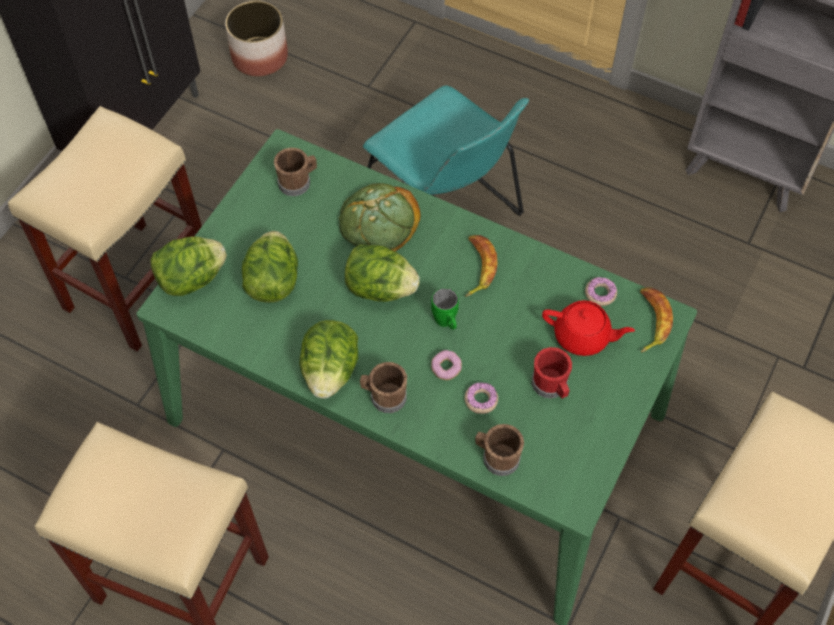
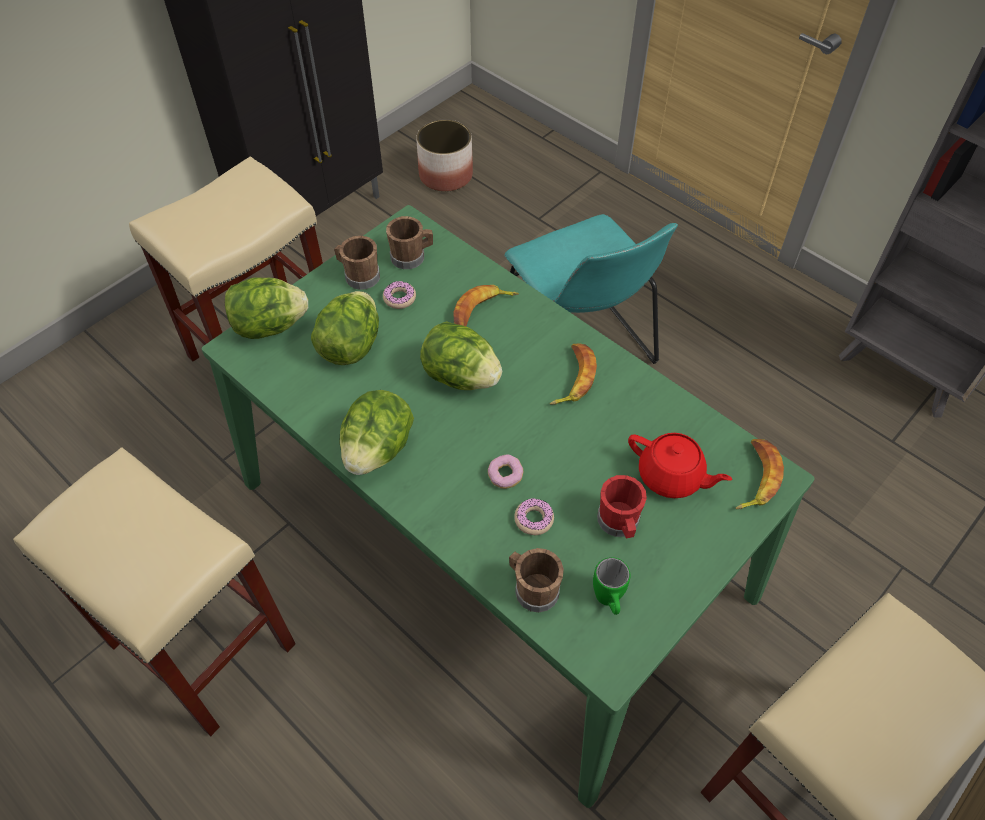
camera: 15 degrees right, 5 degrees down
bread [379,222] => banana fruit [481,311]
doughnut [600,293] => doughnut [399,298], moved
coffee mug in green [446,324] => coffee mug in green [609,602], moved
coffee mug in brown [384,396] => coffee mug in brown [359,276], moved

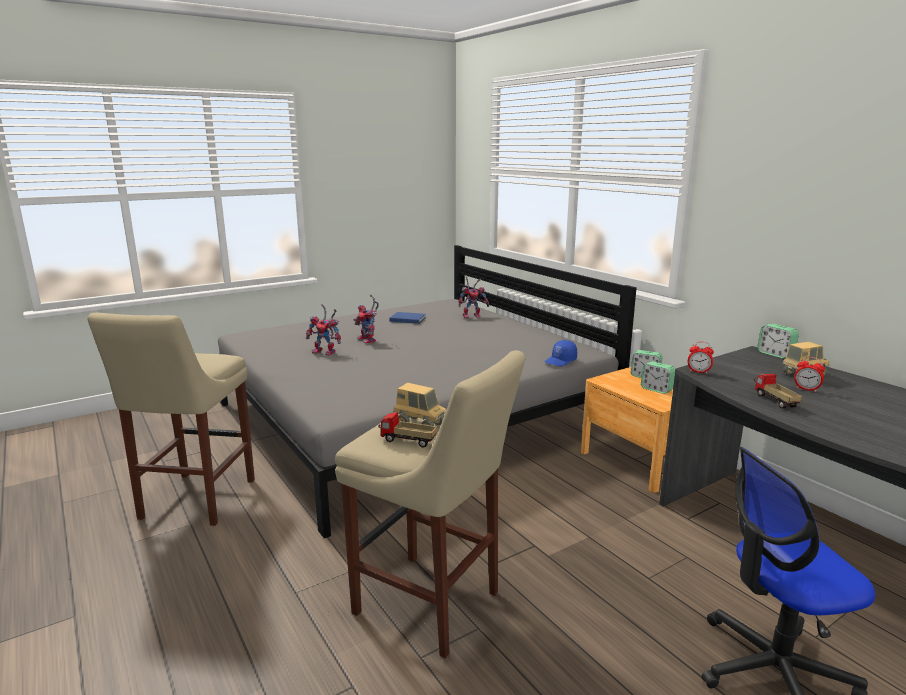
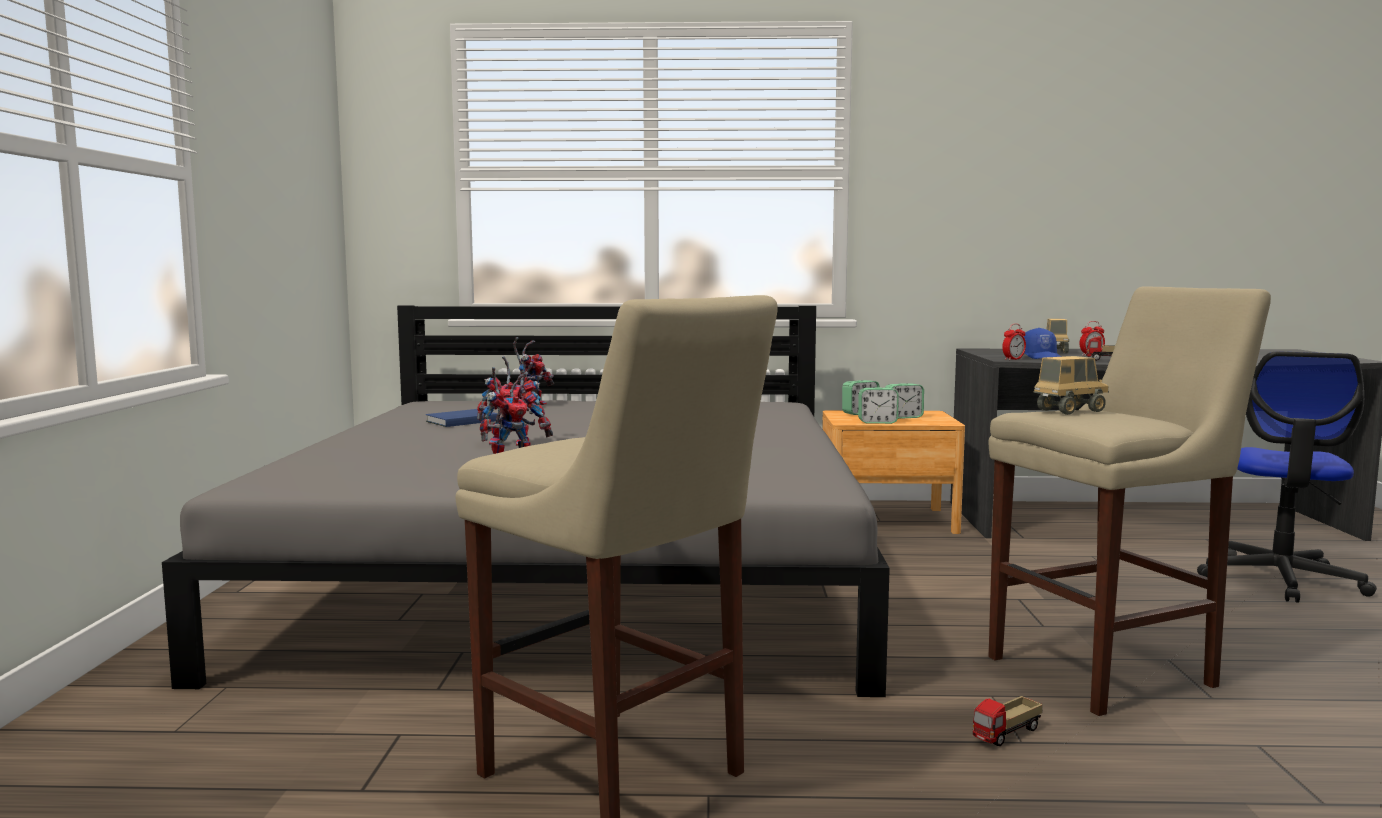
camera: 55 degrees left, 10 degrees down
bedside clock [775,354] => bedside clock [877,422], moved
cap in bluish [561,361] => cap in bluish [1042,357], moved
toy lorry [407,441] => toy lorry [1007,734], moved

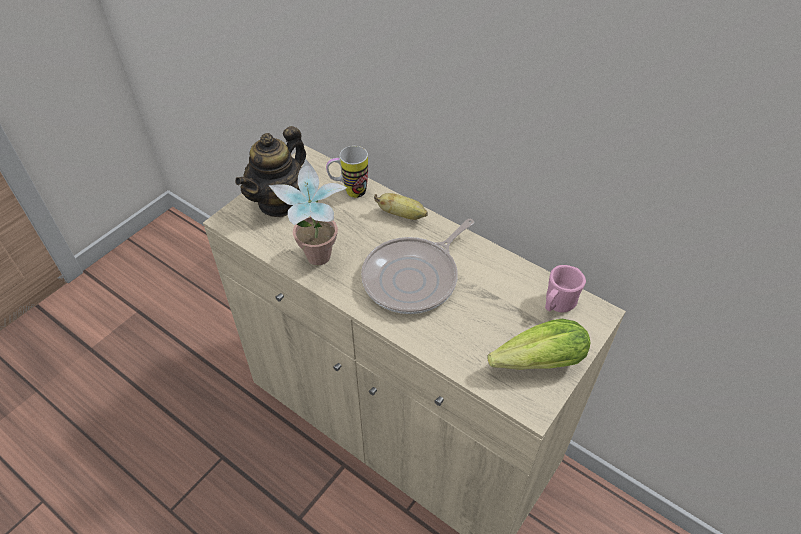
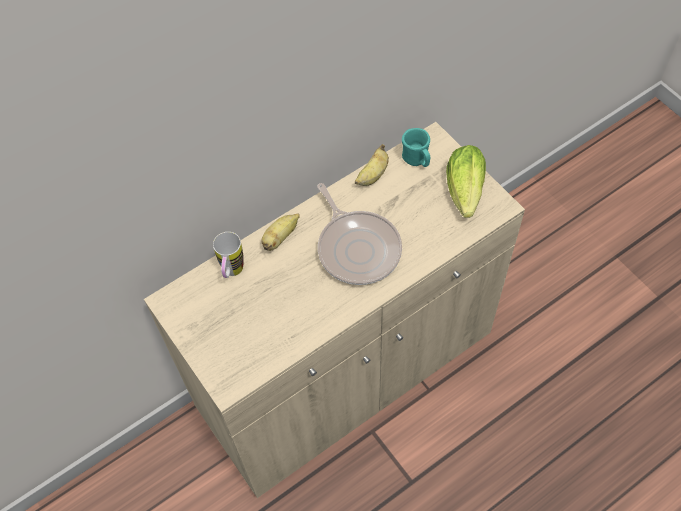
camera: 70 degrees left, 10 degrees up
tea pot [279,202] => nothing
plant in a pot [318,263] => nothing
coffee mug in pinkish [557,305] => coffee mug in turquoise [417,160]
nothing => banana fruit [372,175]

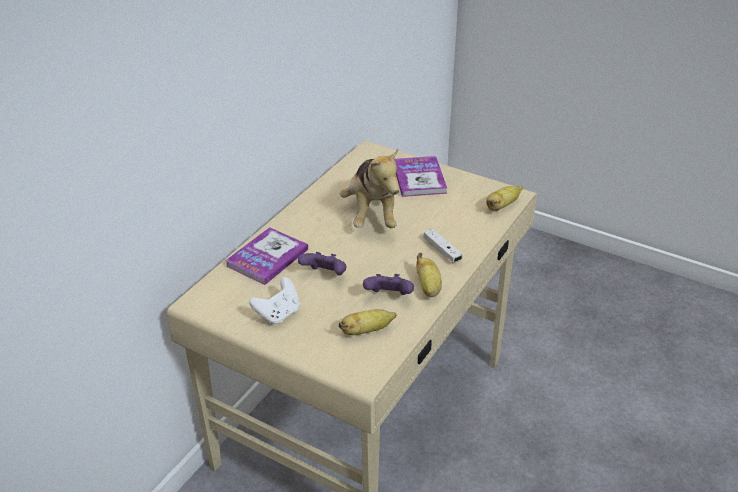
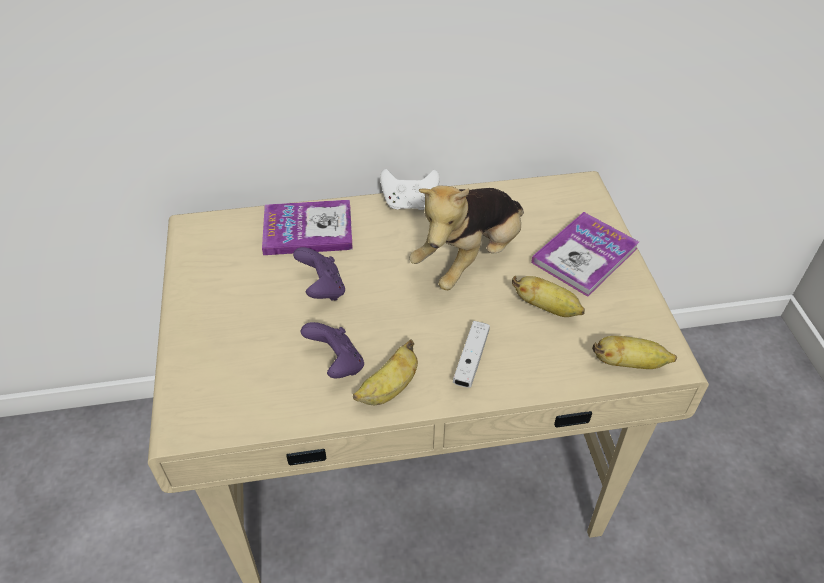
camera: 50 degrees right, 10 degrees up
game controller in white [278,314] => game controller in white [409,203], moved
banana fruit [366,331] => banana fruit [547,308], moved

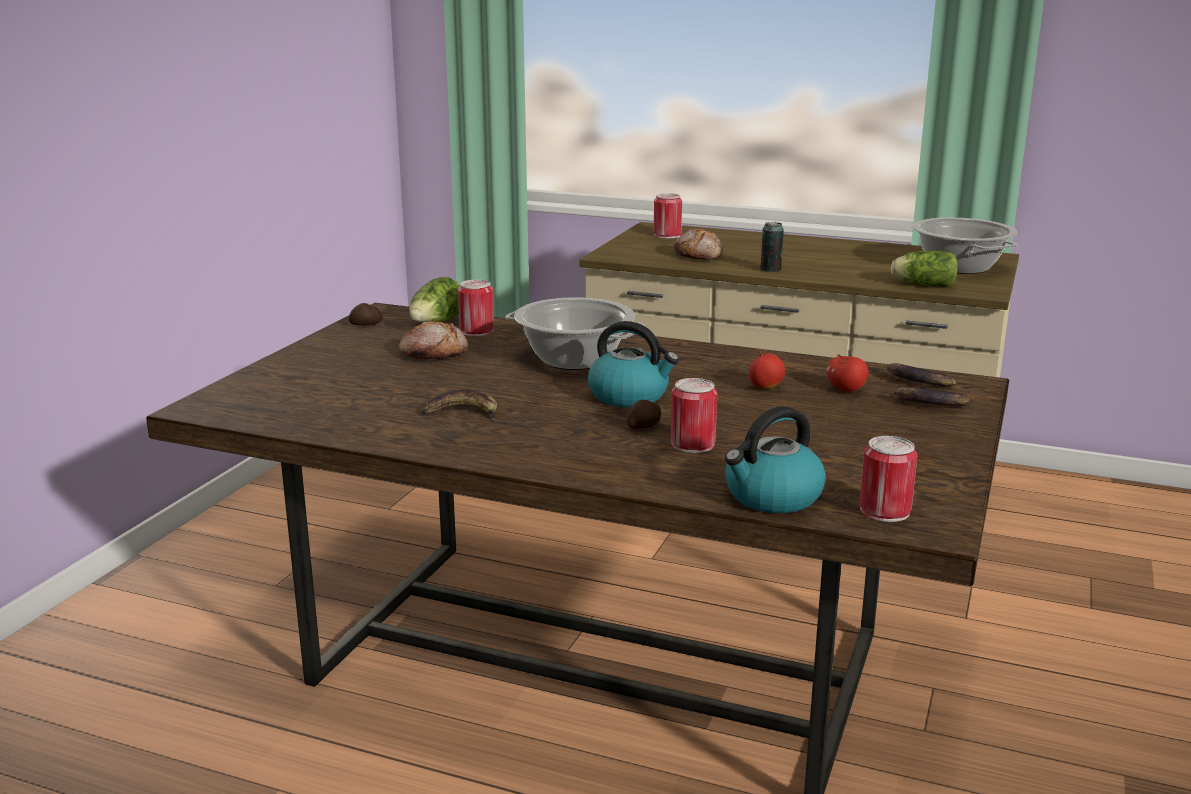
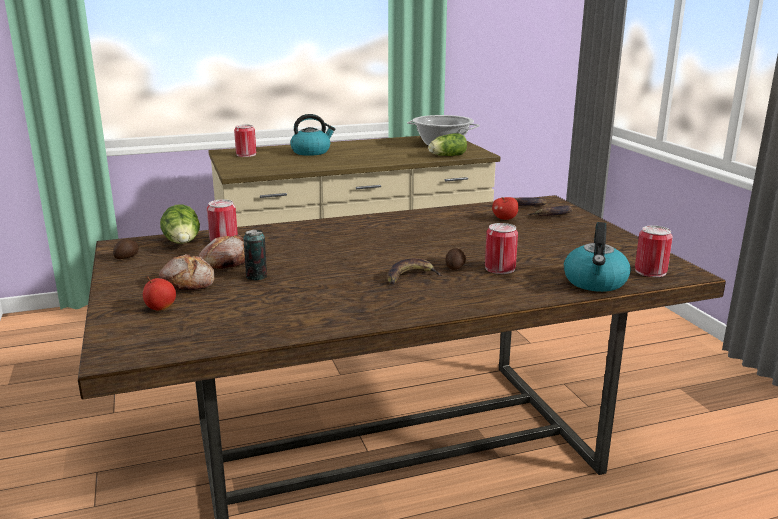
camera: 40 degrees left, 0 degrees up
sealed can [770,269] => sealed can [256,277], moved
bread [699,255] => bread [188,283], moved
cooking pot [575,359] => nothing
kettle [630,396] => kettle [311,152], moved
whole apple [765,387] => whole apple [160,308], moved
banana fruit [463,413] => banana fruit [410,276], moved

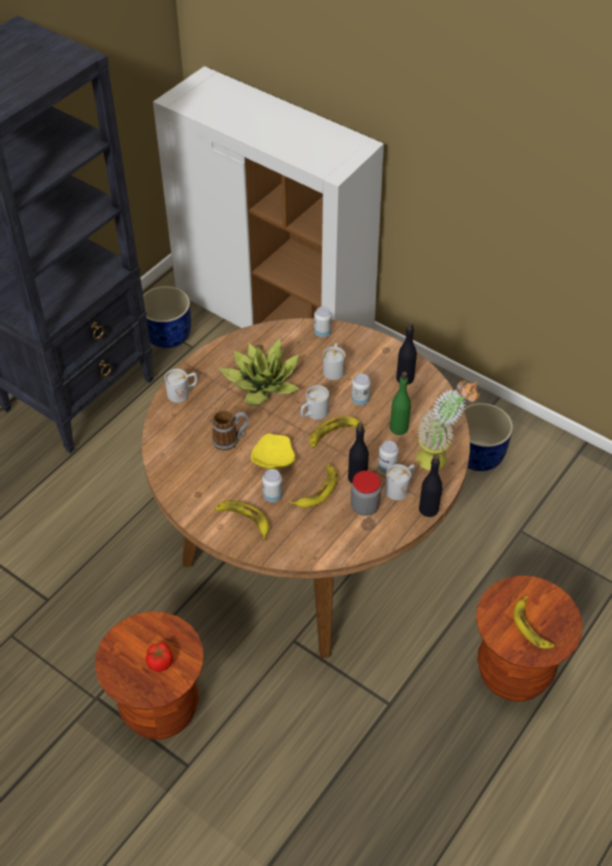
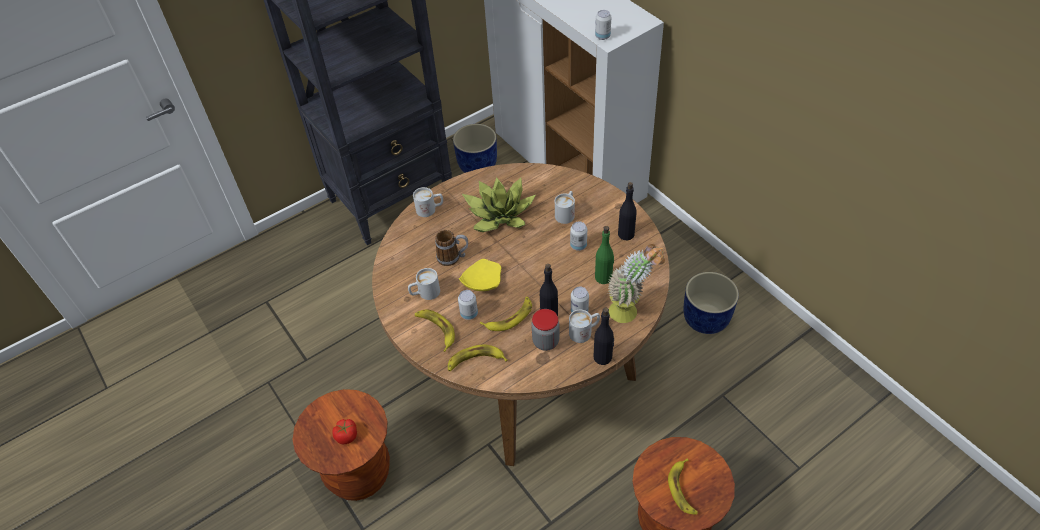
camera: 20 degrees right, 0 degrees up
sealed can [322,333] => sealed can [602,36], moved
coffee mug in white [313,414] => coffee mug in white [425,293], moved
banana fruit [333,434] => banana fruit [475,361], moved

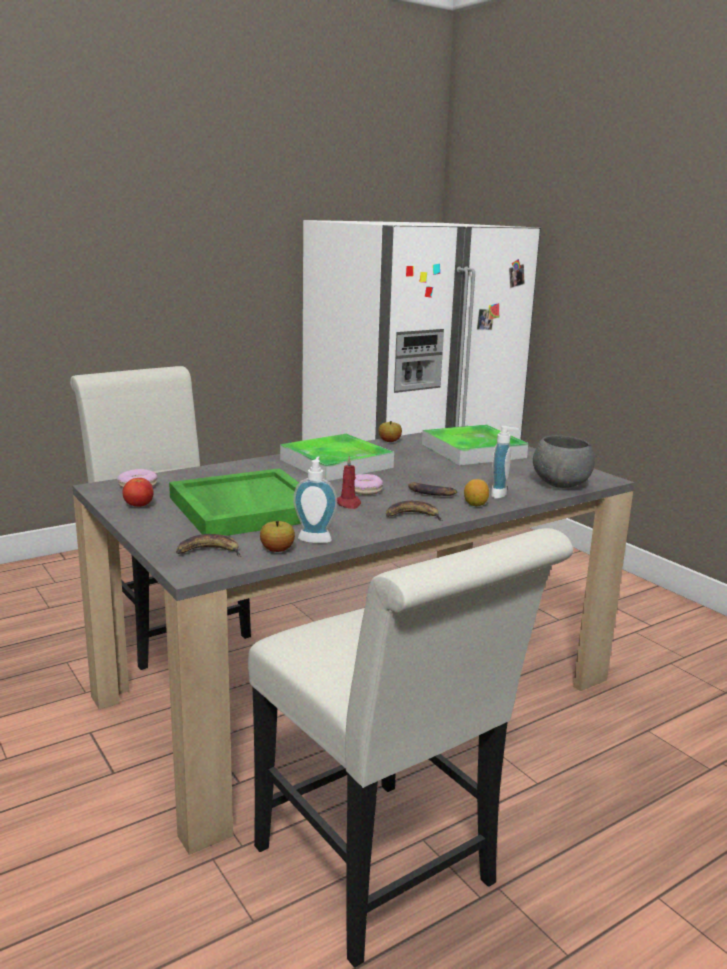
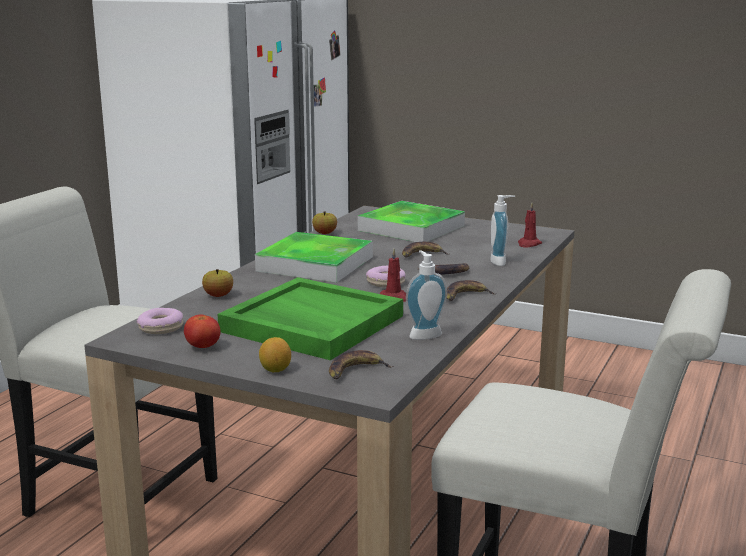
camera: 30 degrees left, 0 degrees up
deep dish in grey [560,485] => candle in red [528,244]
whole lemon [475,504] => whole lemon [275,370], moved
whole apple [277,550] => whole apple [218,295], moved
nothing => banana fruit [422,255]

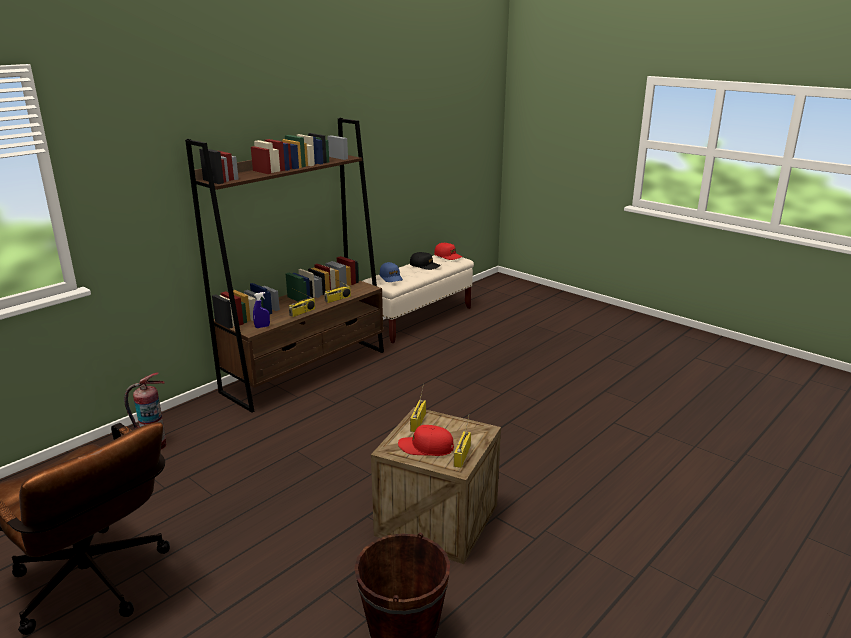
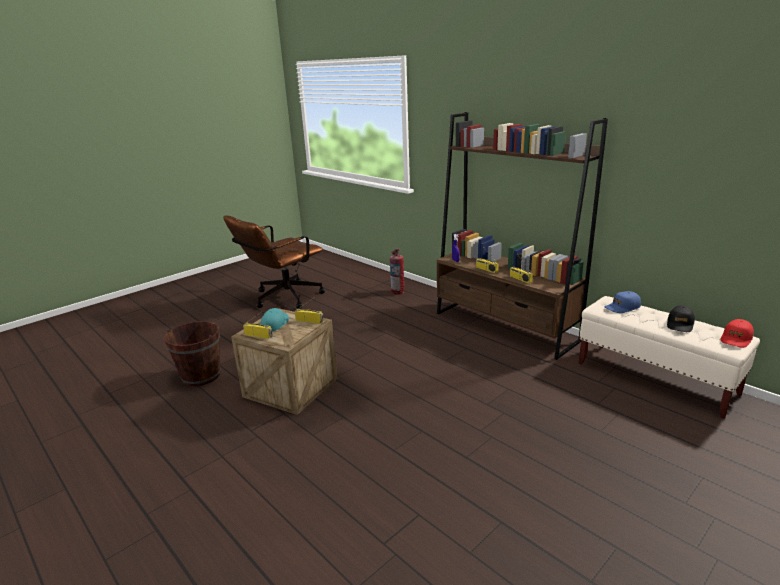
camera: 95 degrees right, 0 degrees up
cap in red [426,447] => cap in turquoise [275,324]

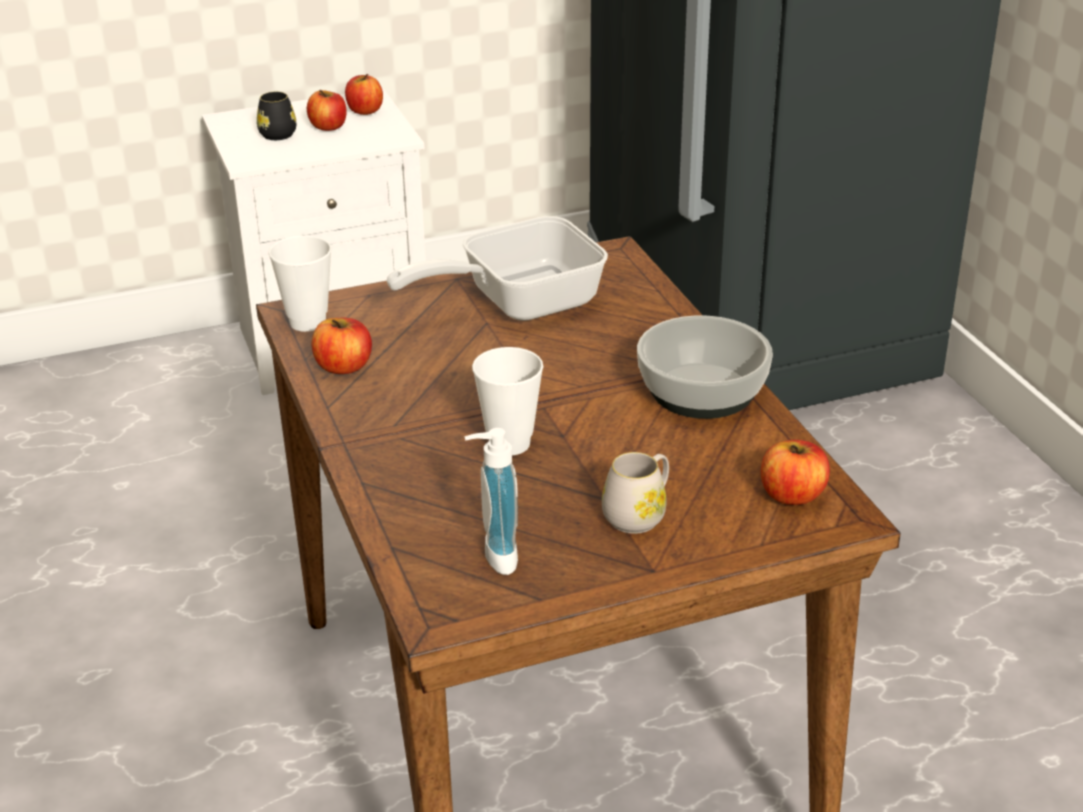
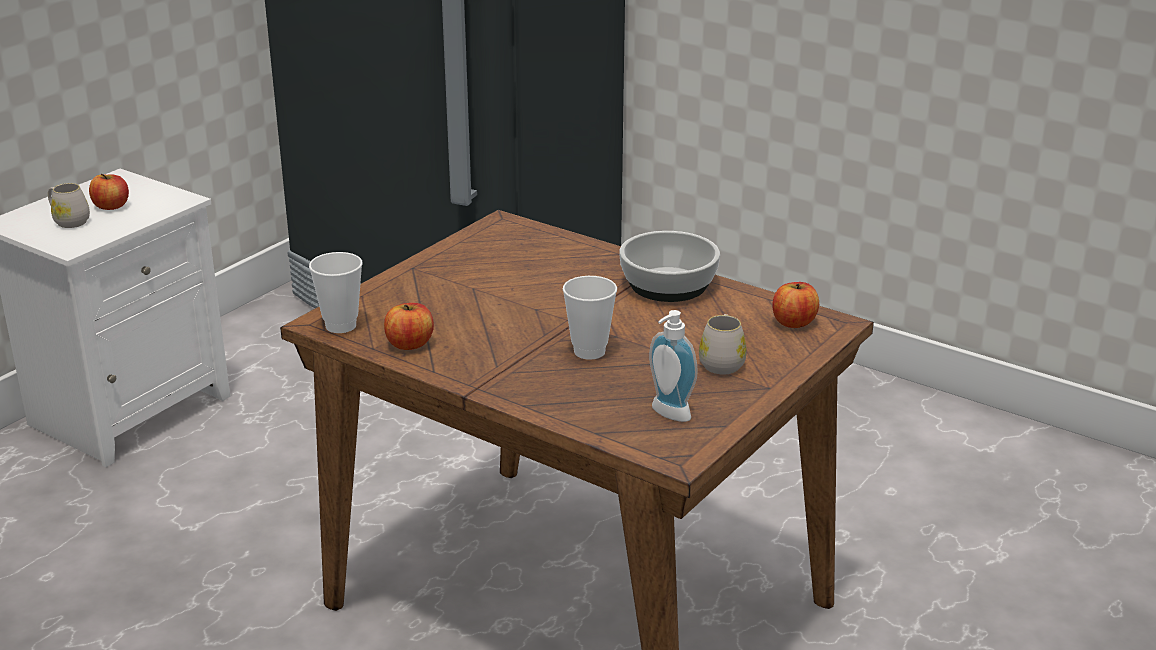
camera: 35 degrees left, 5 degrees down
whole apple [365,111] => nothing
coffee mug in blackish [276,132] => coffee mug in white [68,221]
pan [517,302] => nothing

